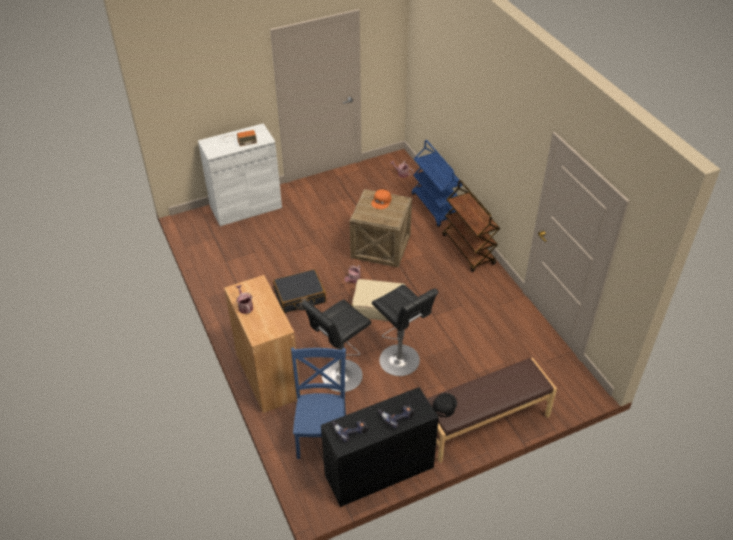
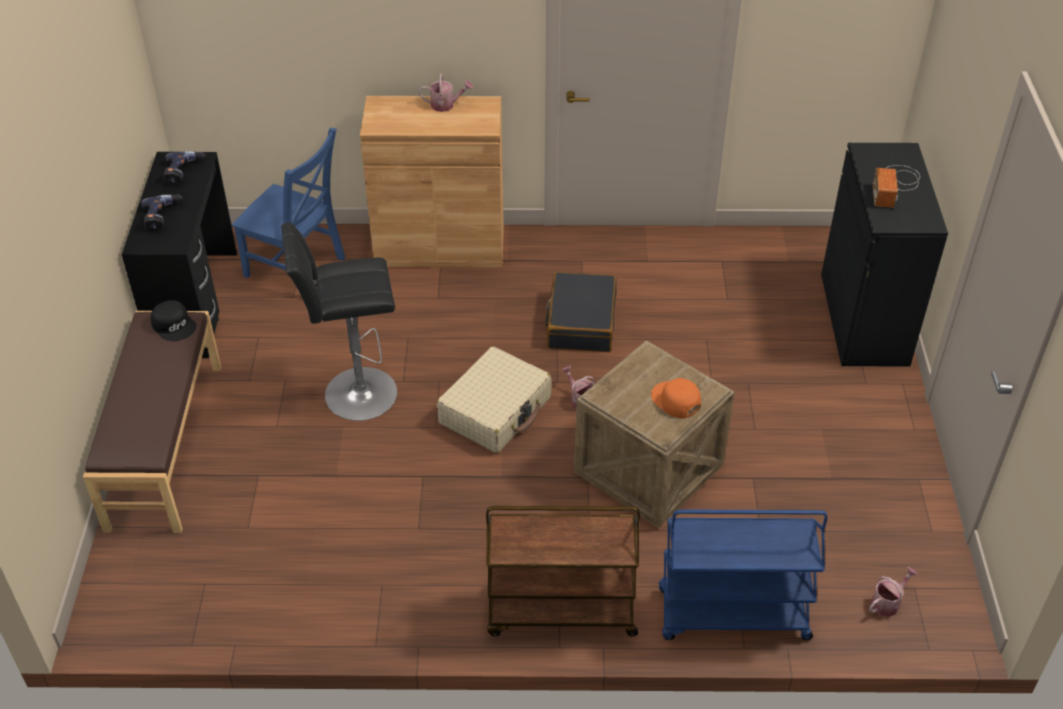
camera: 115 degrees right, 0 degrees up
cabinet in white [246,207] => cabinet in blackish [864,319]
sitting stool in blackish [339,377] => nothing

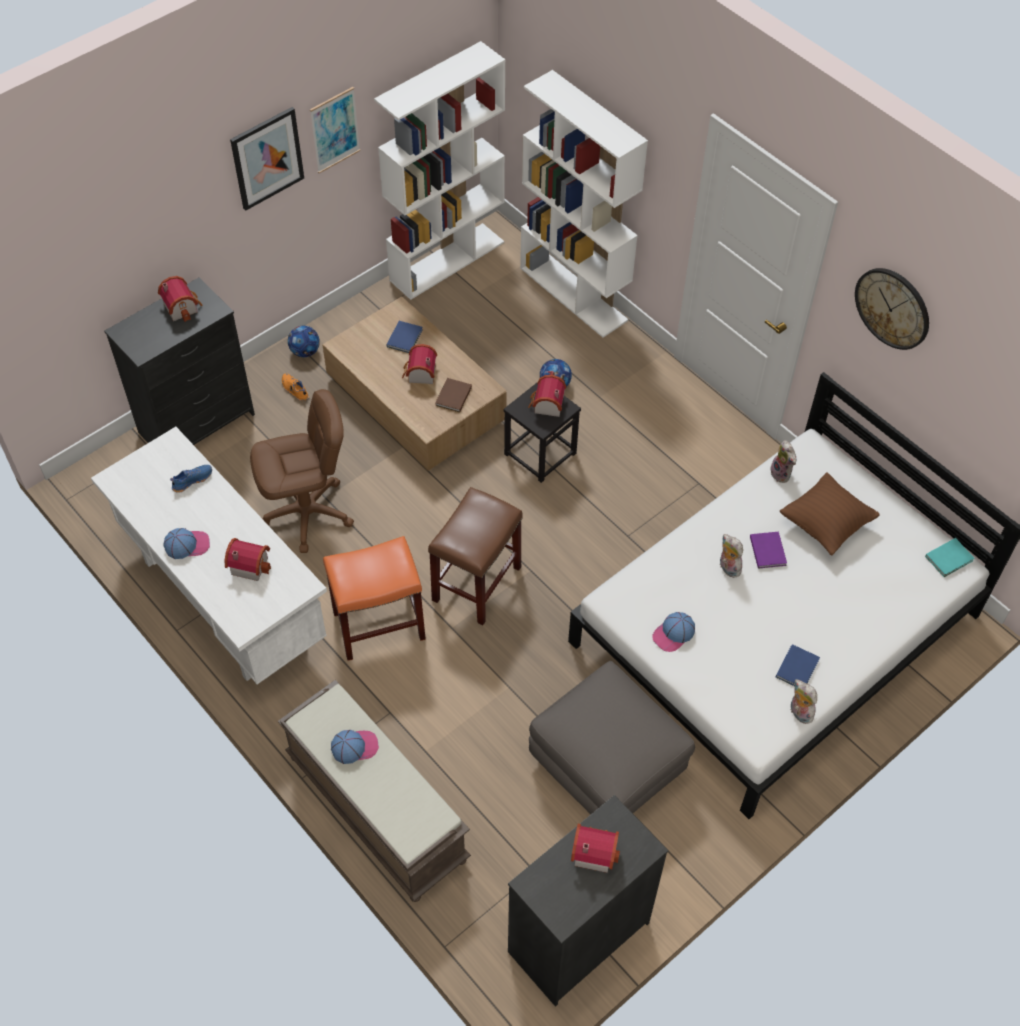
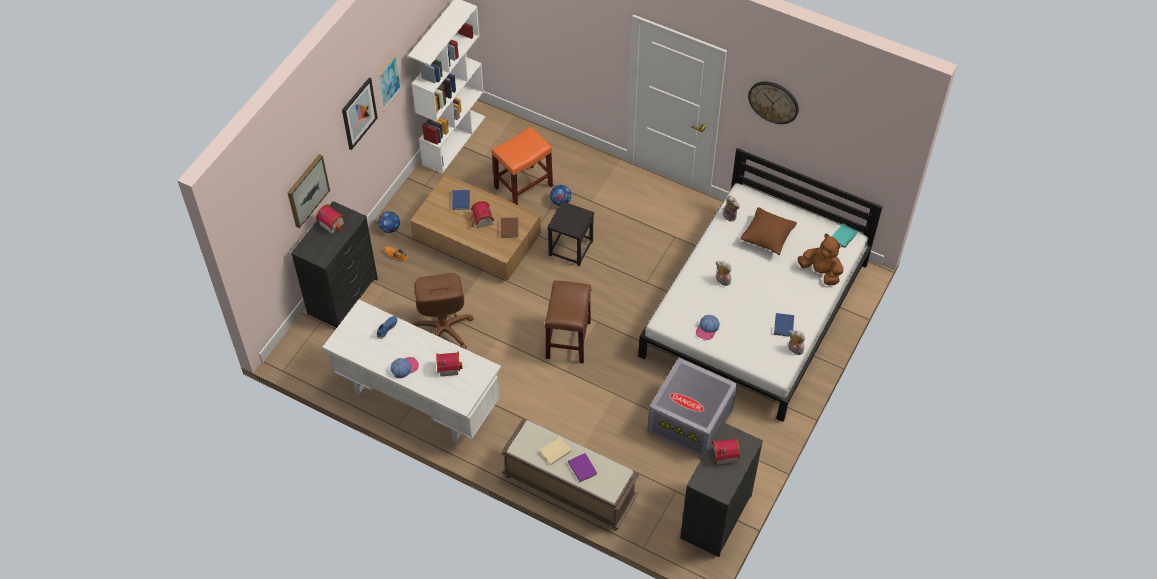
camera: 20 degrees left, 0 degrees up
bookcase in white [574,294] => nothing
model house [546,405] => nothing
computer chair in brown [307,514] => computer chair in brown [443,331], 120 degrees clockwise
bound book in purple [768,550] => bound book in purple [582,467], moved
sitting stool in orangey [379,624] => sitting stool in orangey [523,186], moved
pouffe in grey [607,766] => storage box in grey [692,419]
cap [354,747] => bound book in beige-coloured [554,451]
nothing => wall art [307,190]
nothing => cuddly toy in brown [821,272]

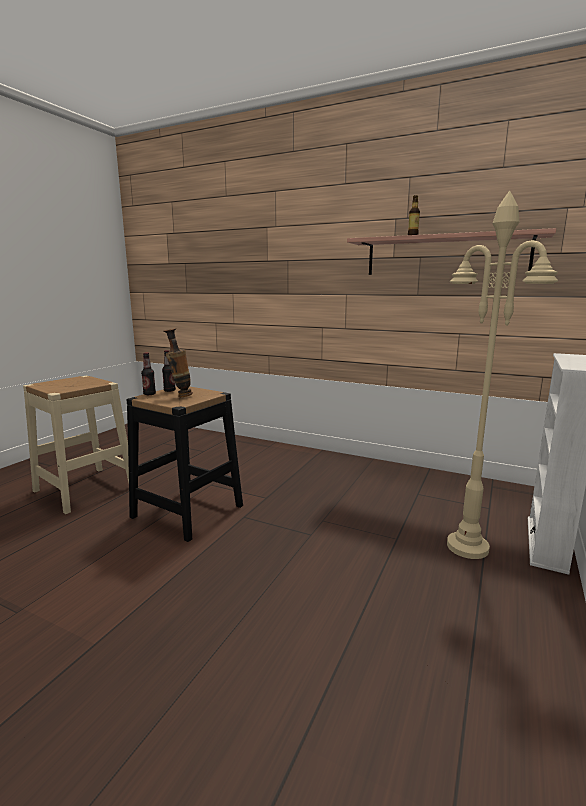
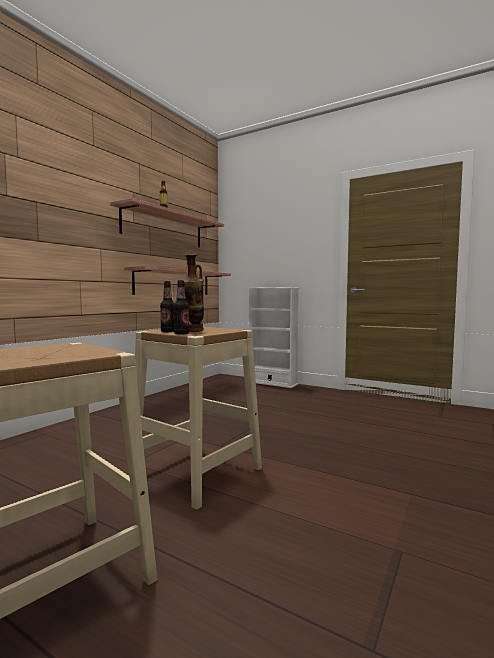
camera: 85 degrees left, 10 degrees down
standing lamp in beige-coloured [466,547] => nothing
sitting stool in blackish [187,511] => sitting stool in beige-coloured [197,472]
nothing => wall shelf [173,283]

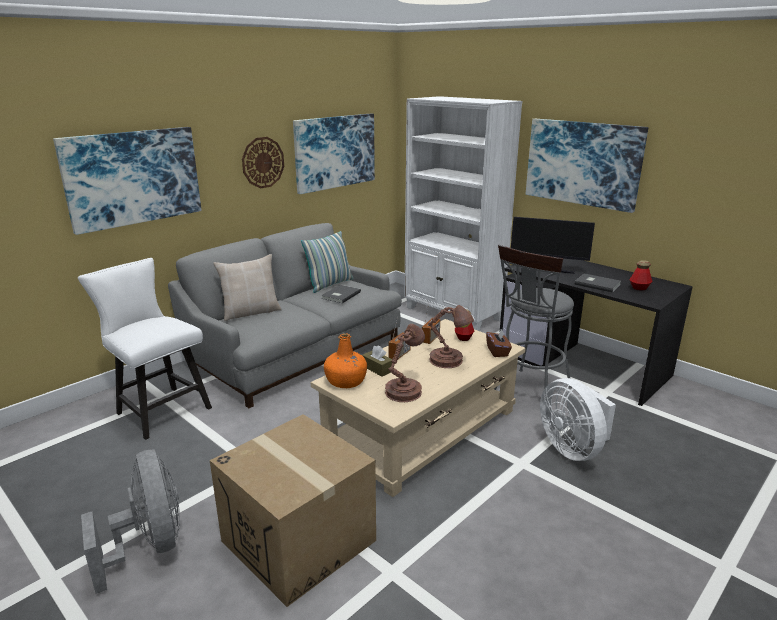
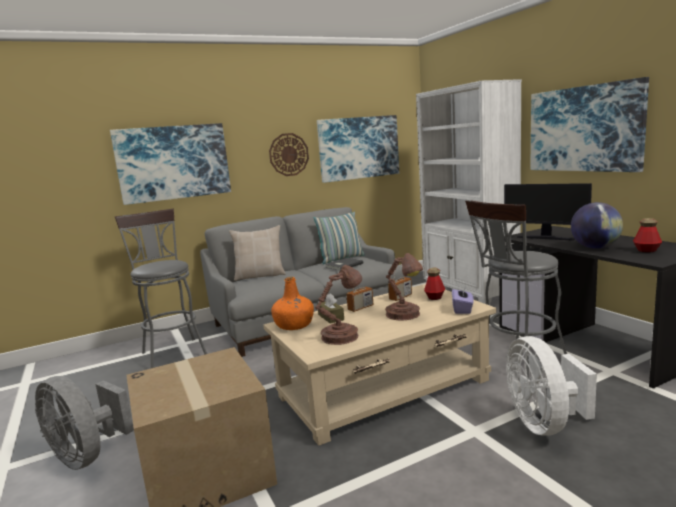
camera: 20 degrees right, 10 degrees down
plain chair in white [159,409] => sitting stool in grey [172,352]
bound book in grey [597,284] => globe [595,247]
box of tissues in brown [498,351] => box of tissues in purple [462,309]
cooling fan in grey [149,546] => cooling fan in grey [87,455], 135 degrees clockwise

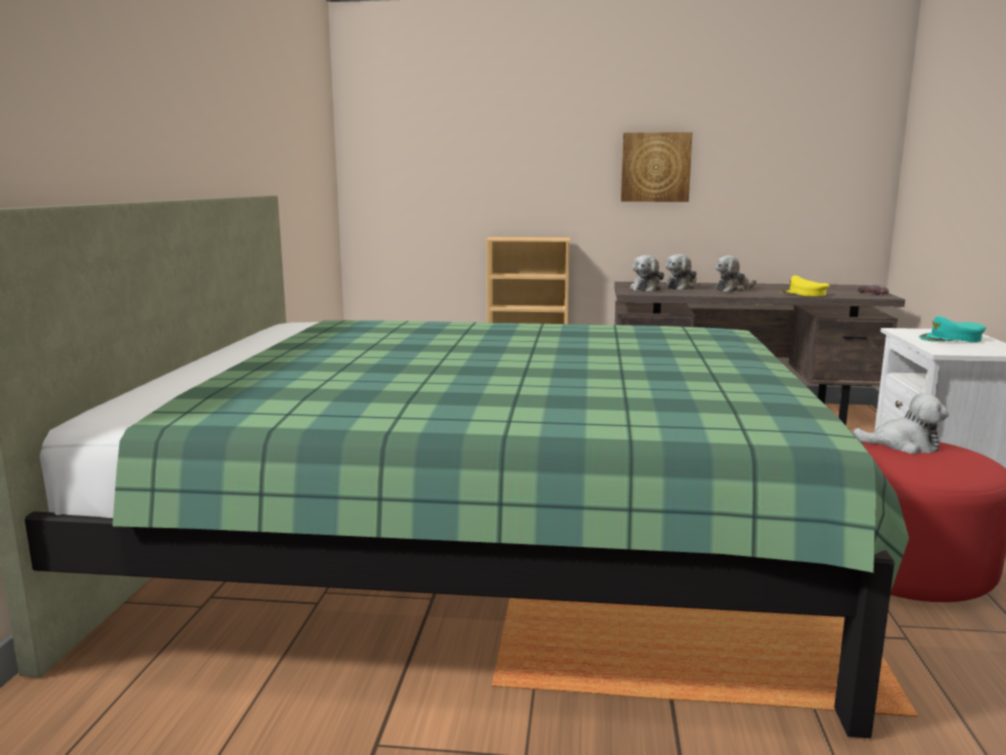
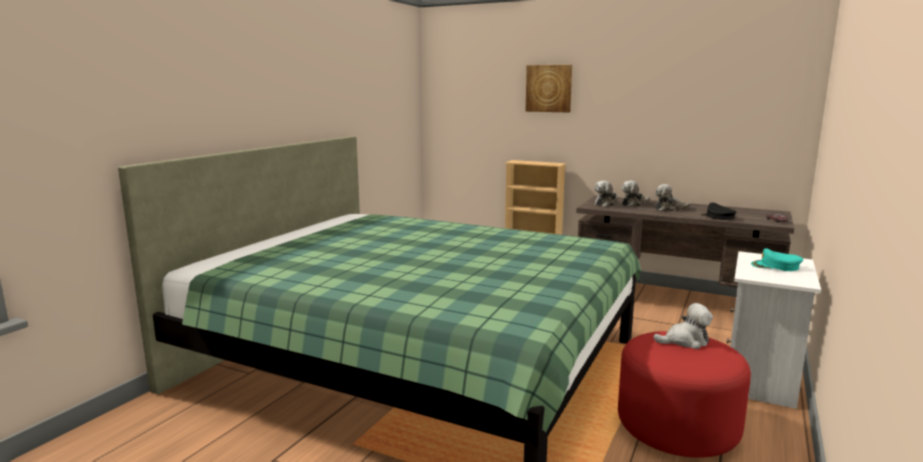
camera: 20 degrees right, 0 degrees up
wall art [655,167] => wall art [549,88], moved
cap in yellowish [803,294] => cap in blackish [717,217]
cuddly toy [903,445] => cuddly toy [685,341], 45 degrees counterclockwise

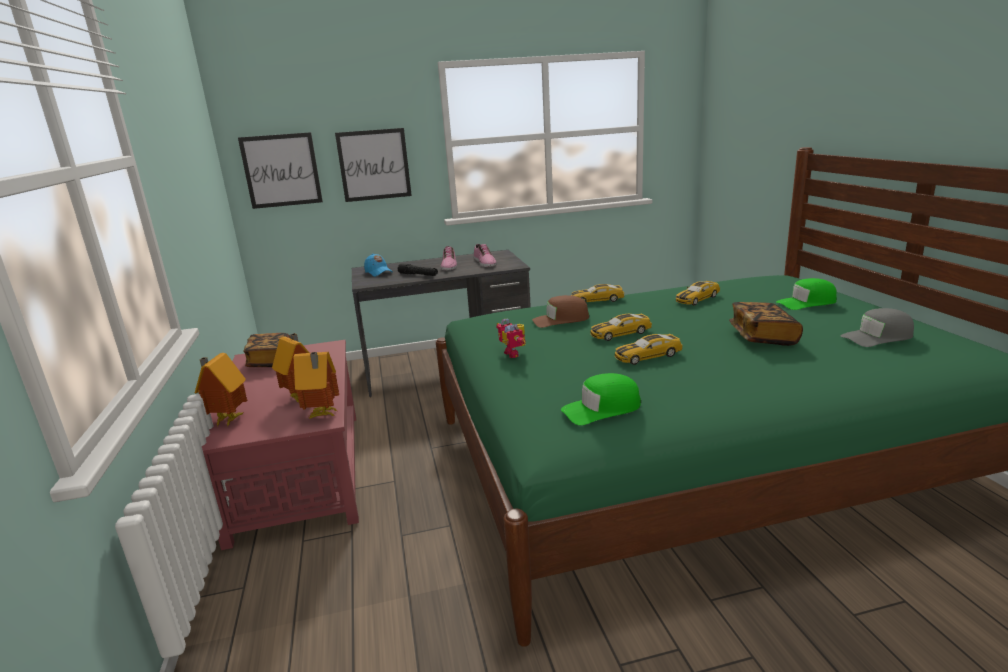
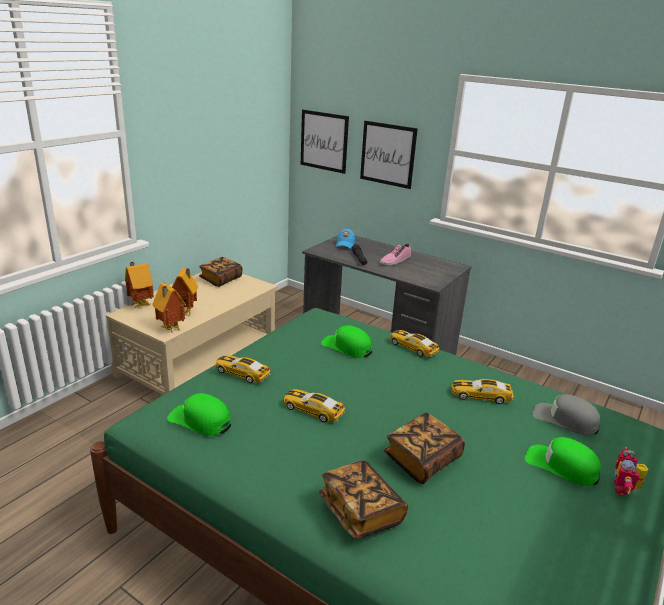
camera: 45 degrees right, 5 degrees up
item of footwear [484,262] => nothing
cap in brown [560,320] => cap in green [347,347]
cap in grey [878,337] => cap in grey [565,420], moved
miniature car [620,333] => miniature car [242,373], moved
robot figure [515,353] => robot figure [624,489], moved
lounge table in red [299,473] => lounge table in beige-coloured [197,359]
nothing => bound book [361,512]

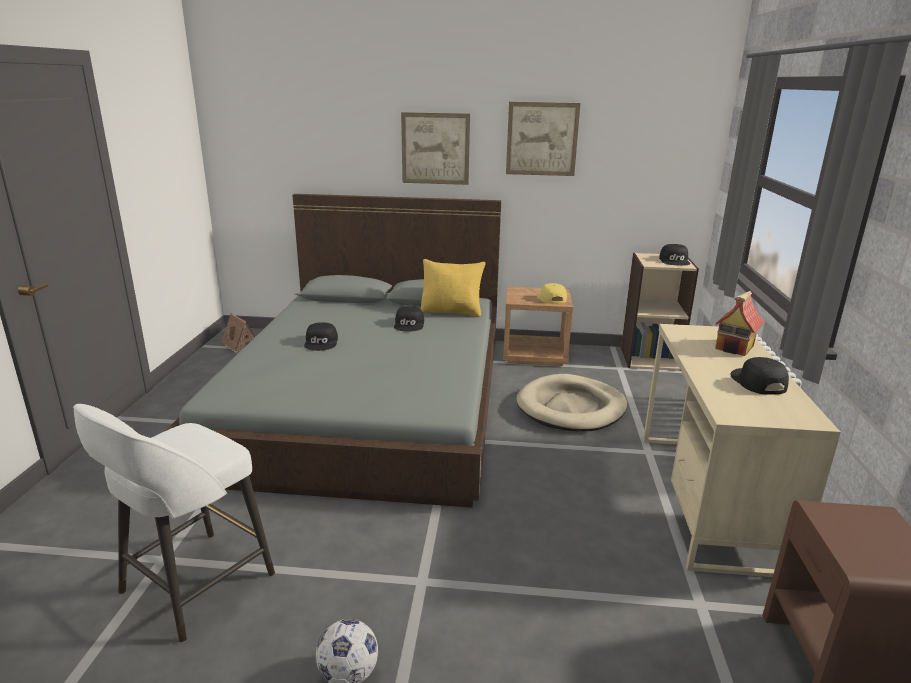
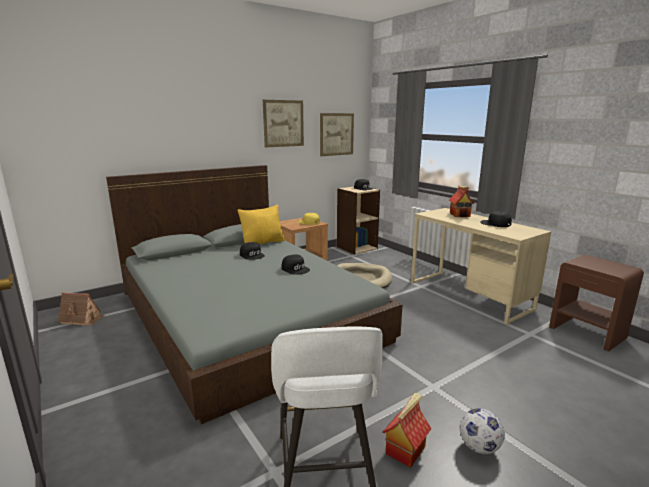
camera: 40 degrees left, 5 degrees down
wall art [435,148] => wall art [336,134], moved
cap in blackish [322,342] => cap in blackish [295,269], moved
nothing => model house [405,449]

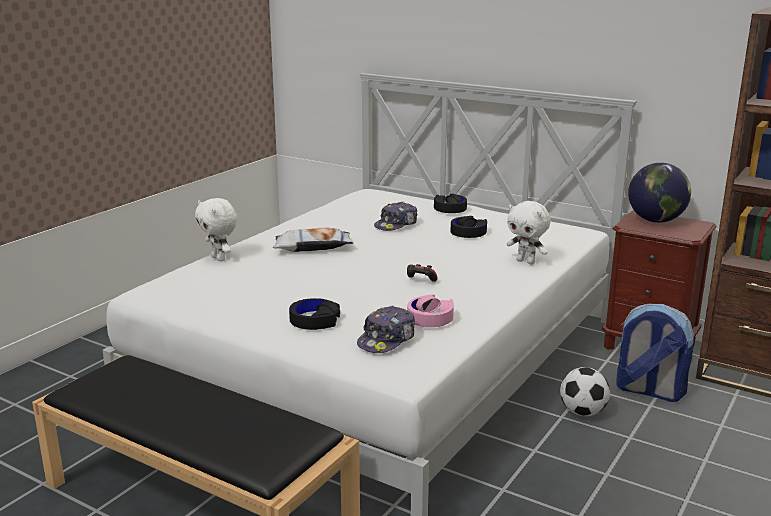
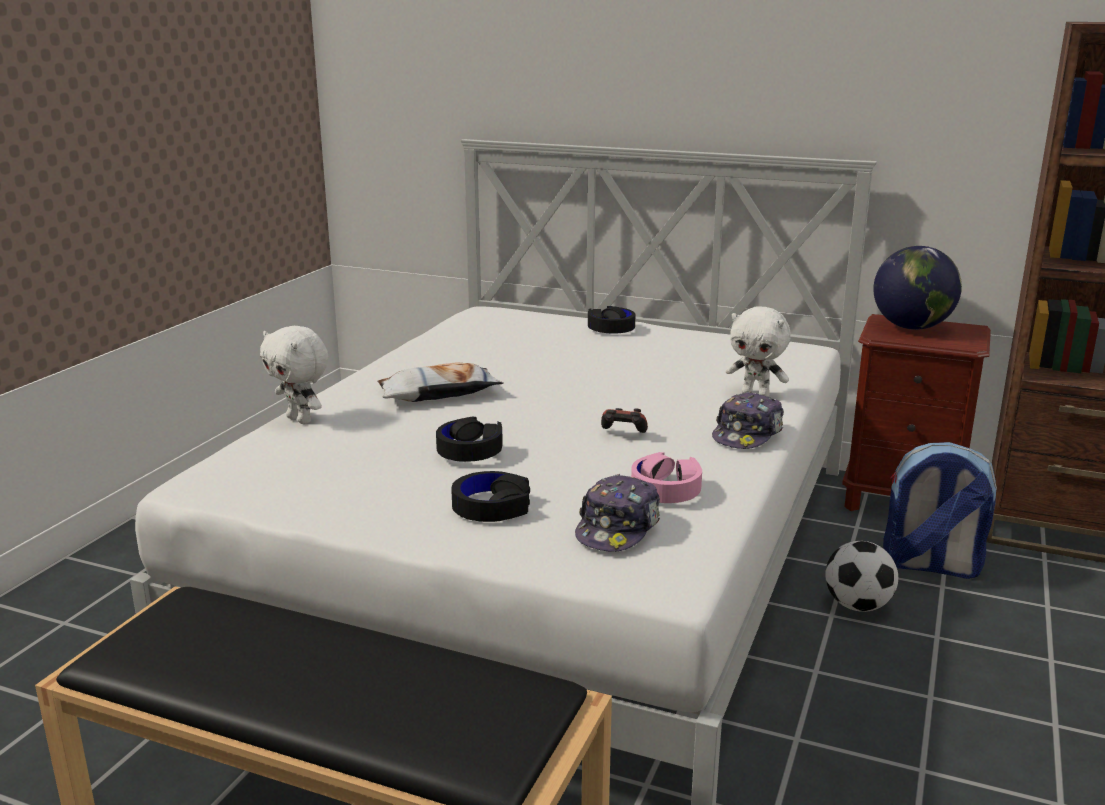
camera: 10 degrees left, 0 degrees up
cap [396,224] => cap [748,434], moved
headphones in blackish [468,232] => headphones in blackish [470,449], moved

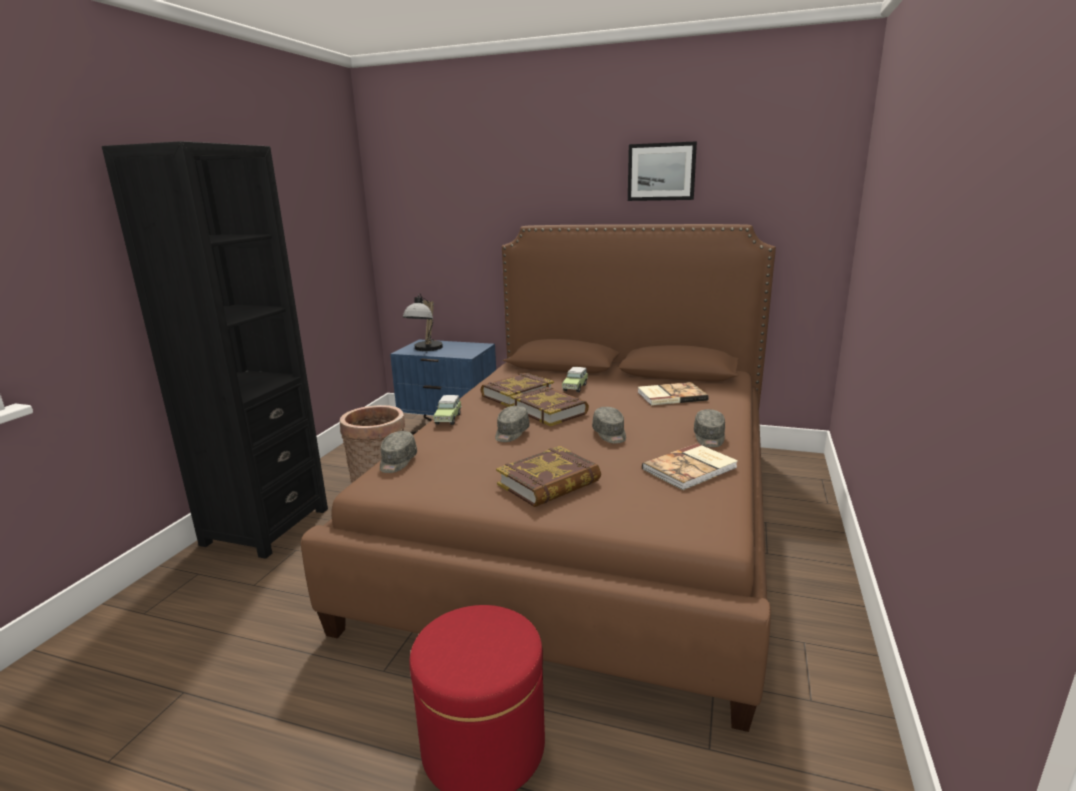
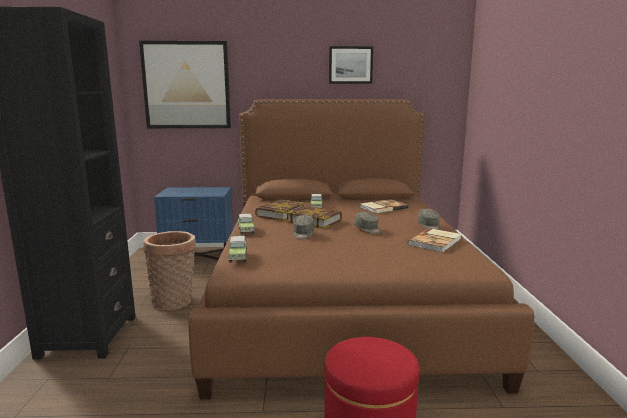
camera: 20 degrees left, 5 degrees down
lamp for a table [425,349] => nothing
cap in grey [397,462] => miniature car [238,257]
bound book [549,483] => nothing
nothing => wall art [186,85]

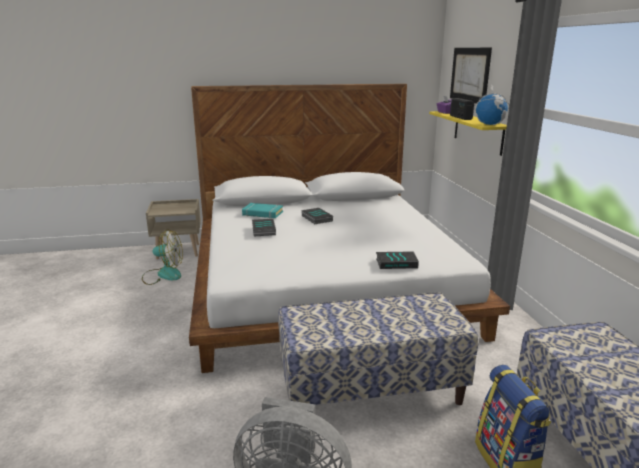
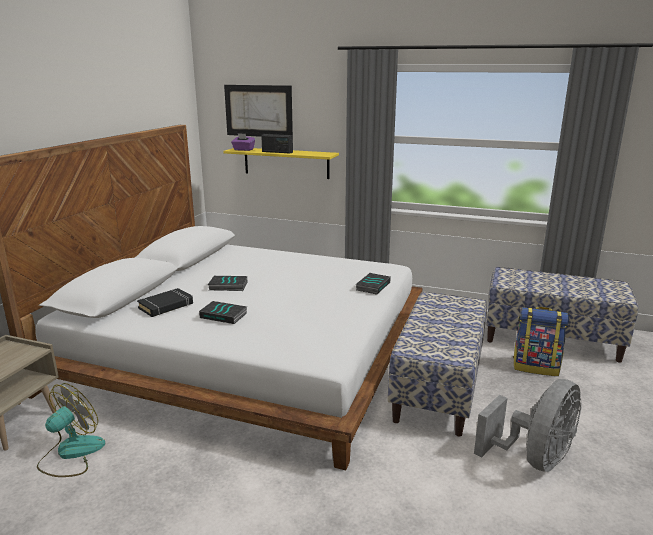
camera: 60 degrees left, 0 degrees up
globe [490,124] => nothing
bound book in turquoise [262,213] => bound book in blackish [166,306]

